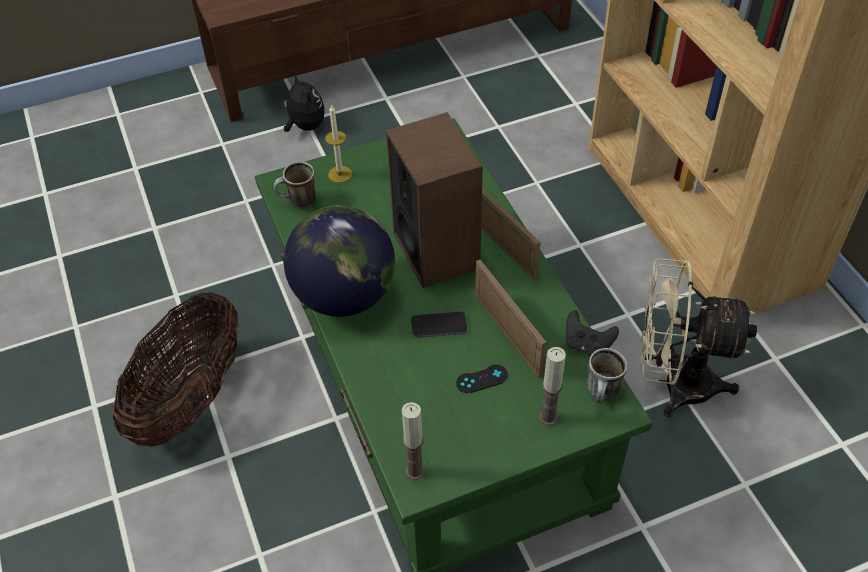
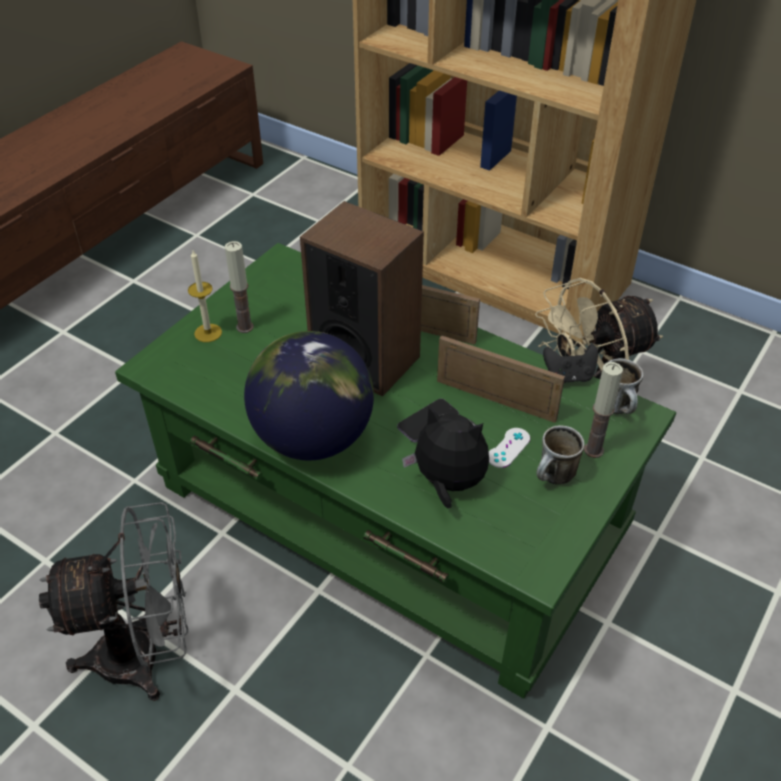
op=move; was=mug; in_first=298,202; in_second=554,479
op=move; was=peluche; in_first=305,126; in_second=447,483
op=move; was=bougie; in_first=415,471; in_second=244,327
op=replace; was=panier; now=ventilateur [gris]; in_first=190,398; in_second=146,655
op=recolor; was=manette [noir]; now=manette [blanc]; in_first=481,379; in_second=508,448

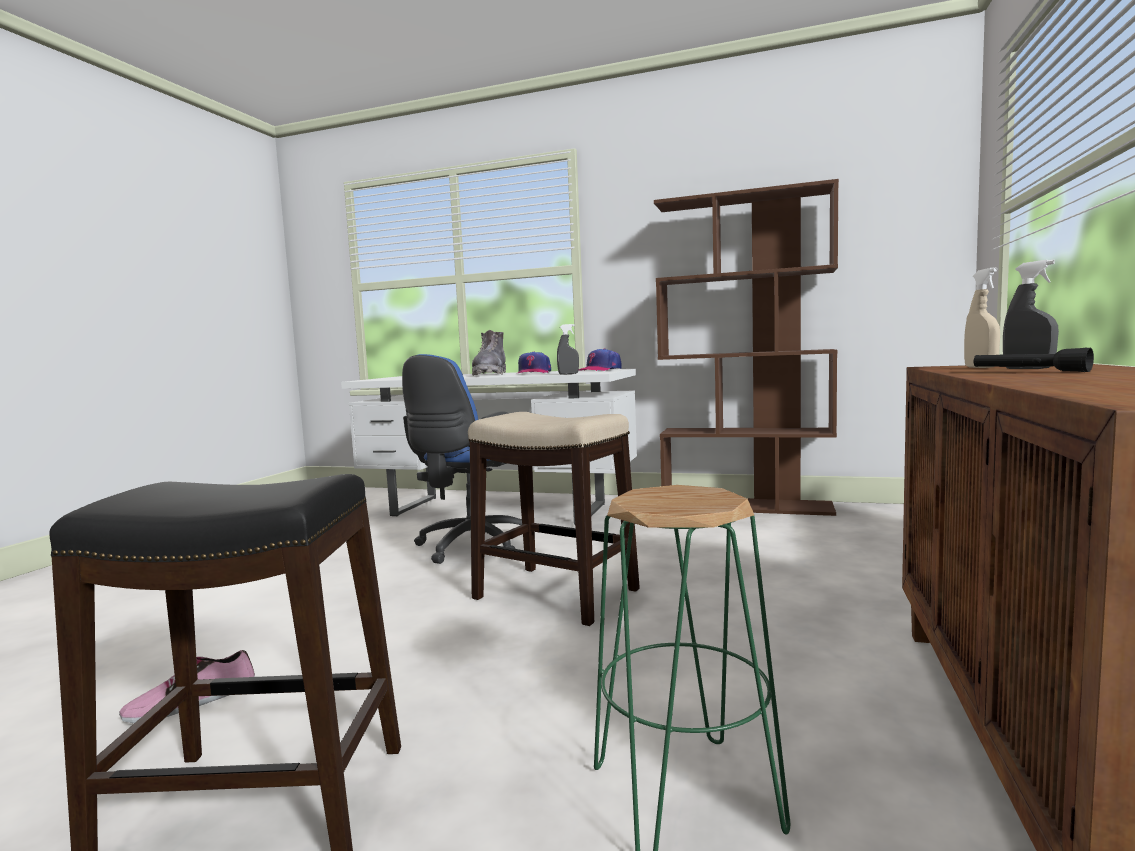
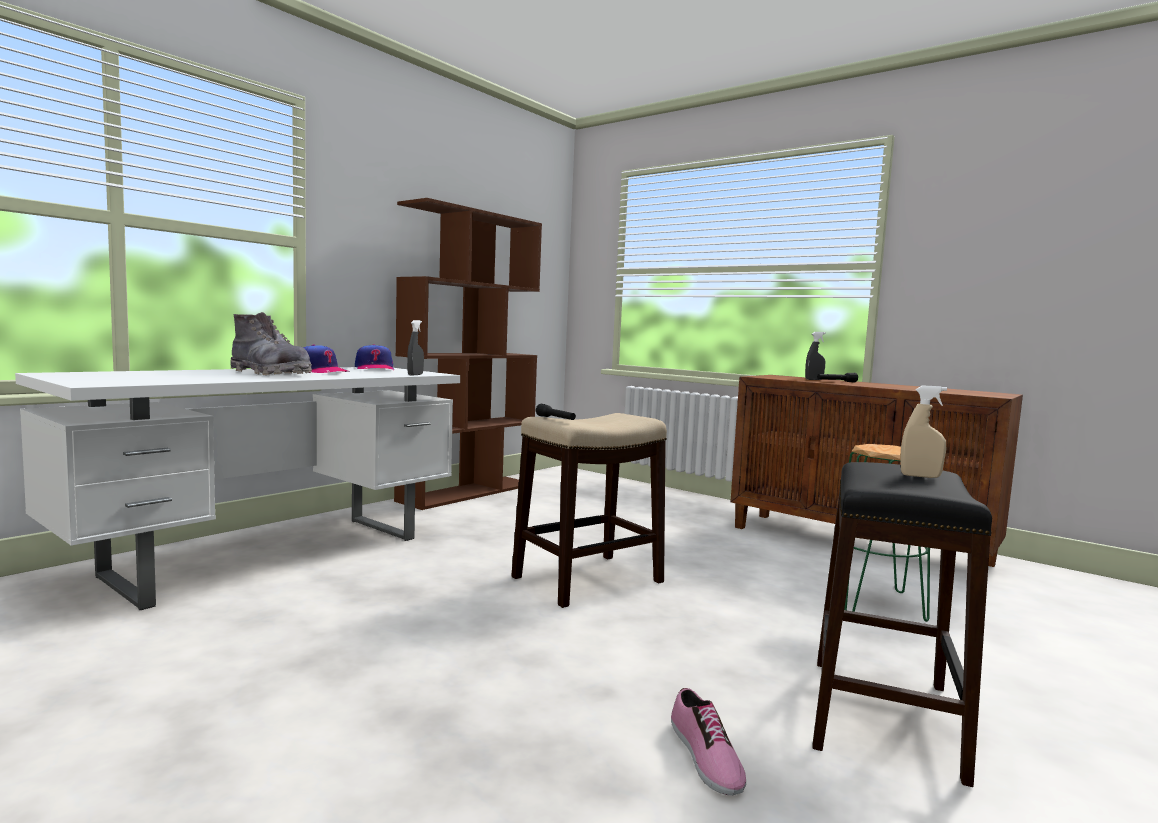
op=delete; was=chaise de bureau [bleu]; in_first=469,547
op=insert; now=lampe de poche [noir]; in_second=556,419
op=move; was=vaporisateur [beige]; in_first=980,367; in_second=920,476

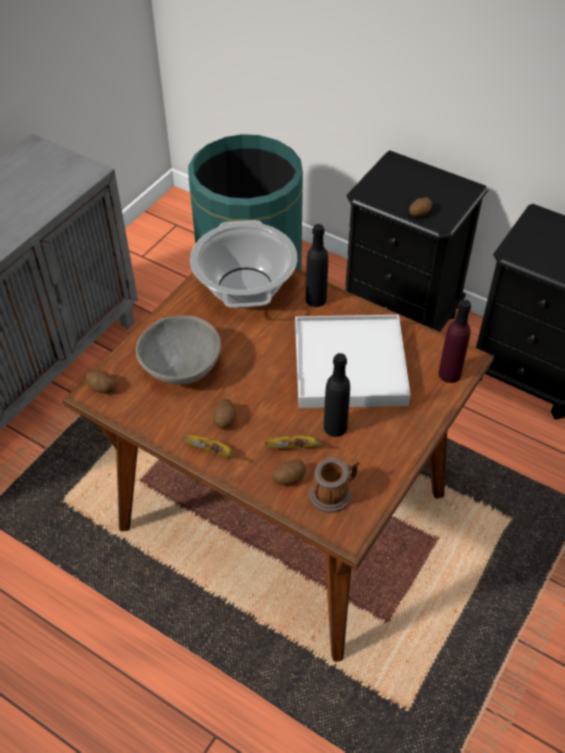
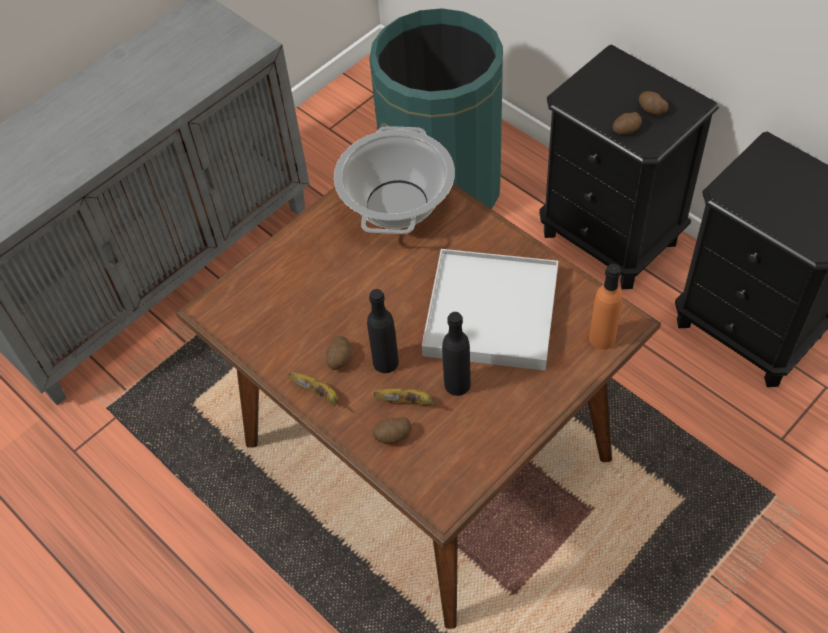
op=delete; was=bol [gris]; in_first=180,366
op=delete; was=mug; in_first=334,493
op=move; was=pomme de terre; in_first=101,388; in_second=651,110
op=move; was=bouteille [noir]; in_first=316,299; in_second=385,362
op=recolor; was=bouteille [violet]; now=bouteille [orange]; in_first=449,374; in_second=602,338

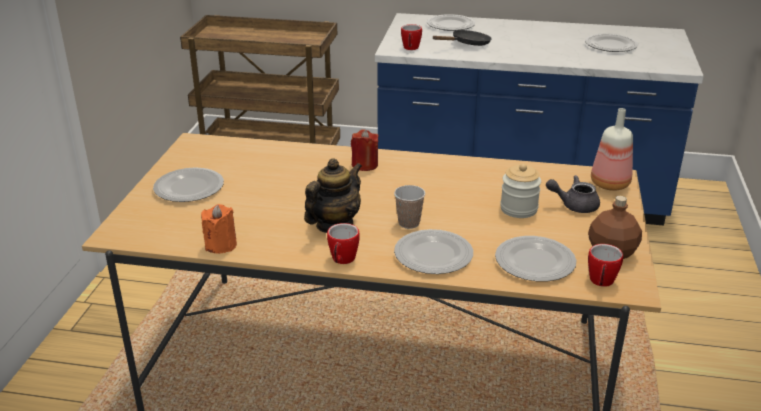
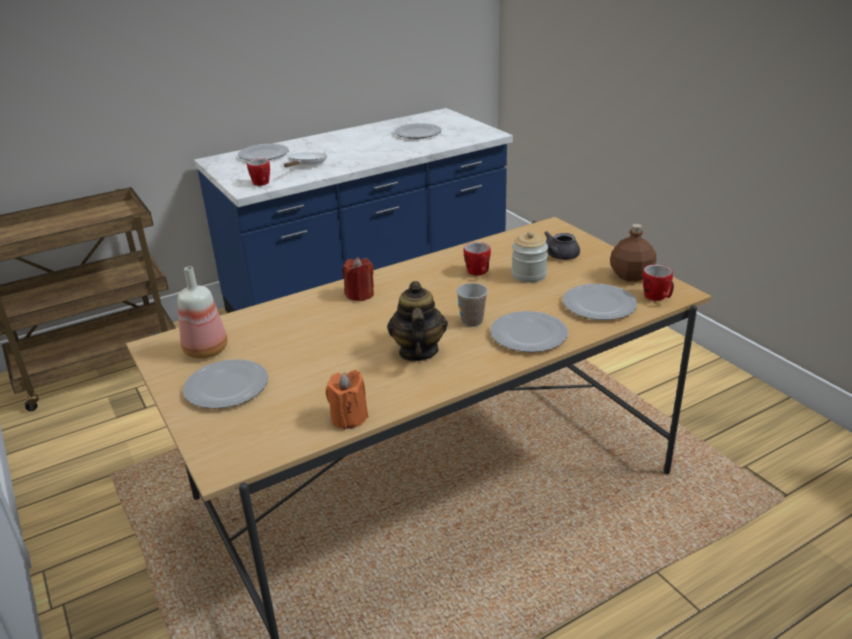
op=move; was=mug; in_first=342,261; in_second=479,273
op=move; was=bouteille; in_first=610,185; in_second=207,350
op=recolor; was=poêle [noir]; now=poêle [blanc]; in_first=467,44; in_second=306,165

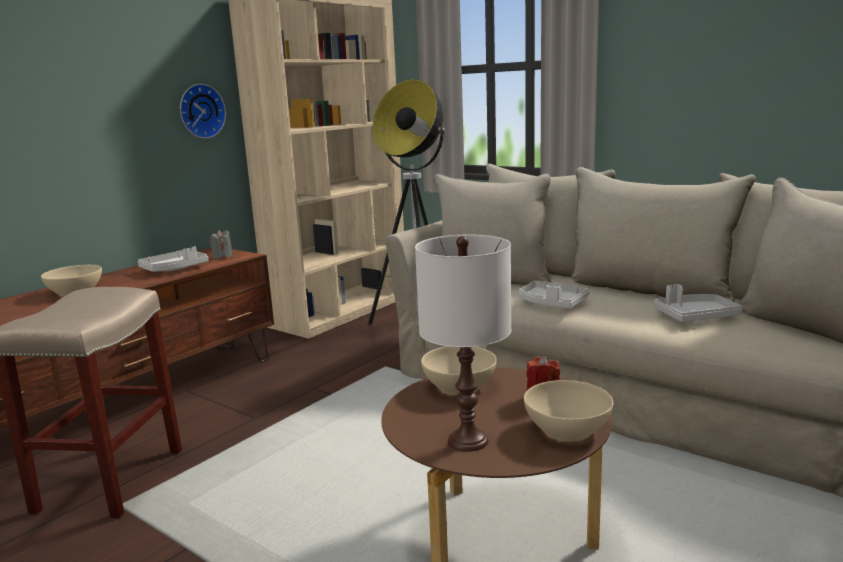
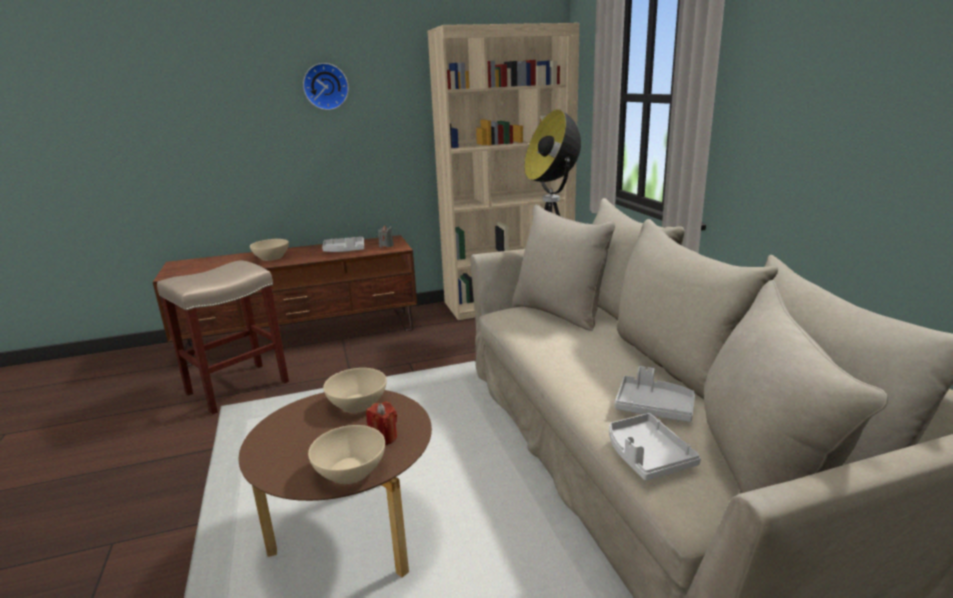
op=delete; was=lampe de table [blanc]; in_first=467,440
op=move; was=horloge murale; in_first=200,111; in_second=325,86
op=move; was=plateau [gris]; in_first=552,303; in_second=647,456

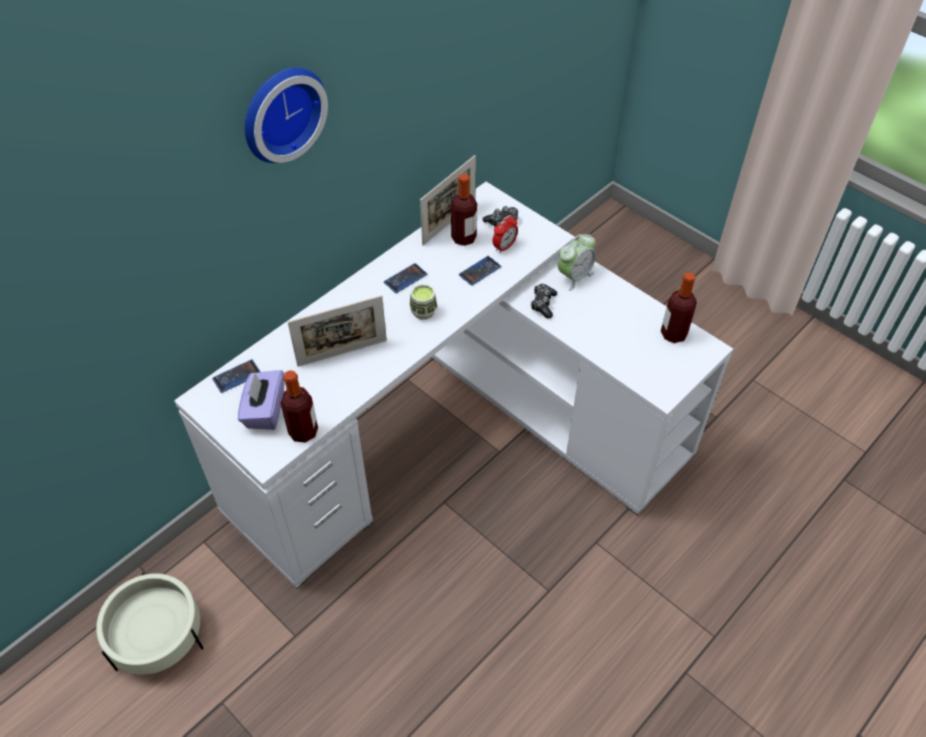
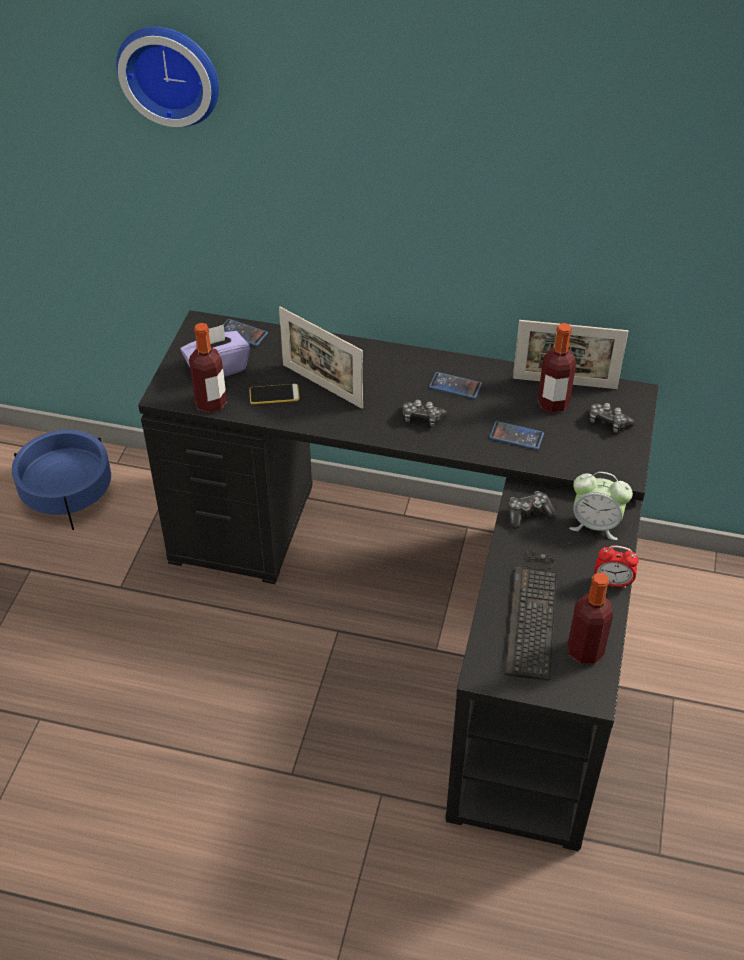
op=insert; now=téléphone; in_second=274,394
op=insert; now=clavier; in_second=535,609
op=move; was=horloge murale; in_first=280,112; in_second=171,73
op=move; was=réveil; in_first=504,247; in_second=612,582
op=replace; was=tasse; now=manette; in_first=423,311; in_second=422,418
op=recolor; was=cache-pot [beige]; now=cache-pot [bleu]; in_first=158,636; in_second=68,494
op=recolor; was=bureau [blanc]; now=bureau [noir]; in_first=459,432; in_second=434,602

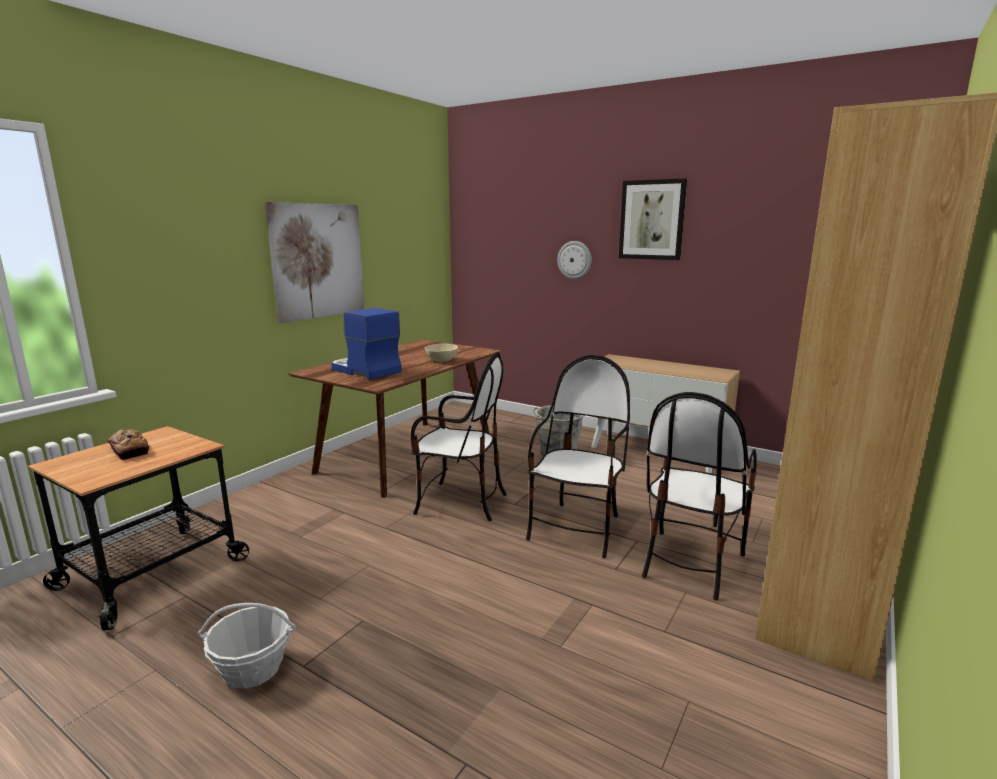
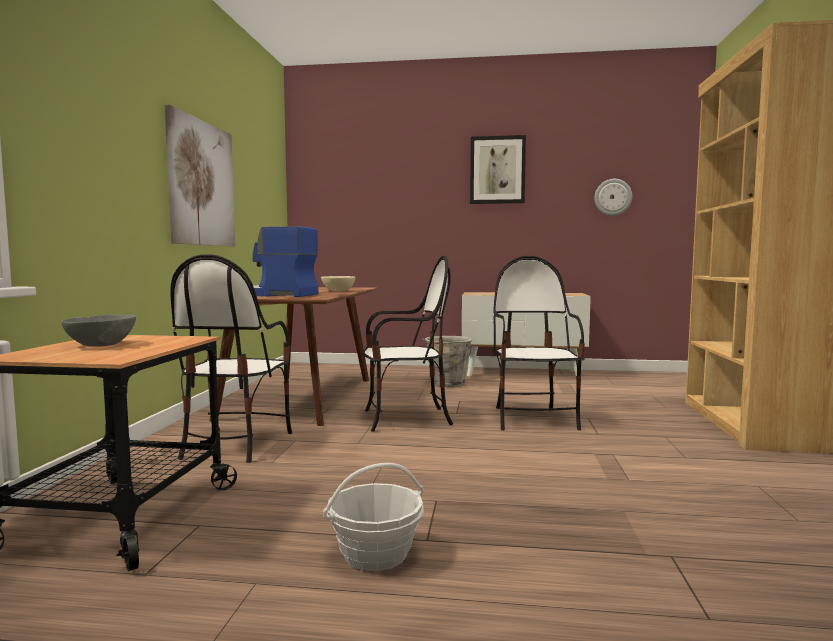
op=move; was=horloge murale; in_first=574,260; in_second=613,197
op=move; was=chaise; in_first=690,563; in_second=235,444
op=replace; was=pain; now=bol [gris]; in_first=129,450; in_second=100,345

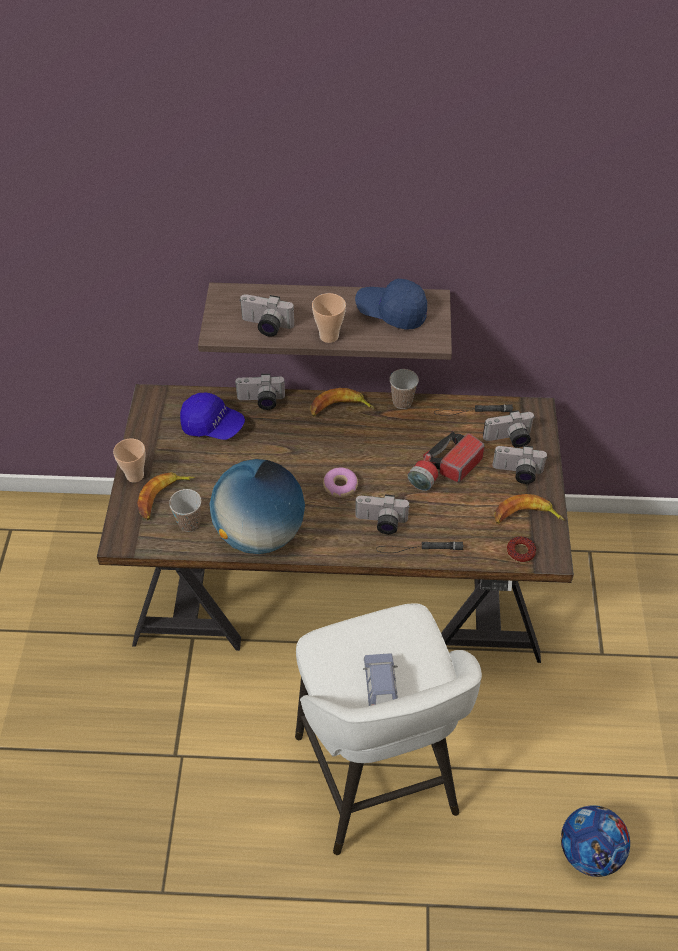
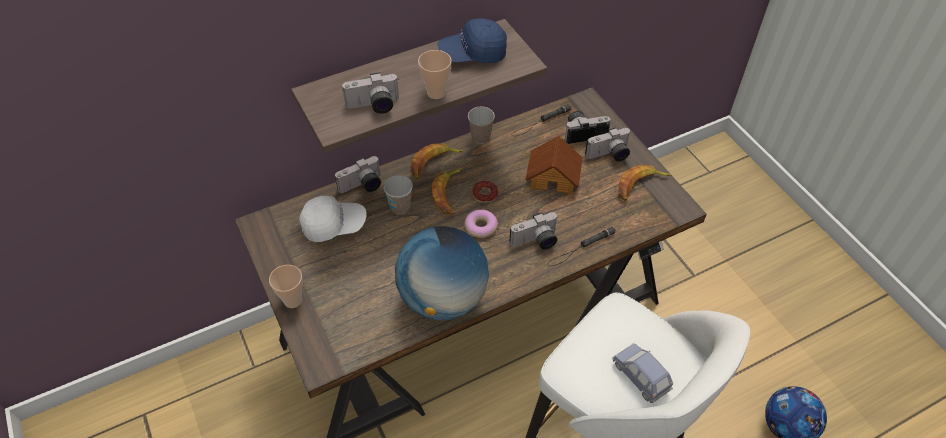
op=move; was=banane; in_first=163,498; in_second=448,194
op=move; was=tasse; in_first=189,523; in_second=400,207
op=move; was=beignet; in_first=520,552; in_second=485,194
op=replace; was=lampe de poche; now=maison miniature; in_first=444,470; in_second=553,177
op=recolor; was=casquette [bleu]; now=casquette [blanc]; in_first=212,426; in_second=334,225
op=rotate; was=appareil photo; in_first=509,439; in_second=583,132; clockwise=-150

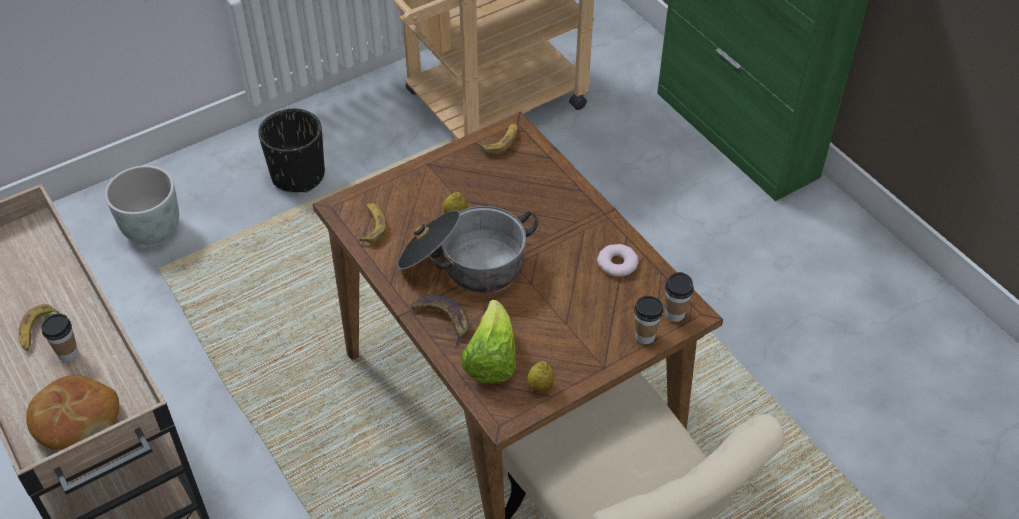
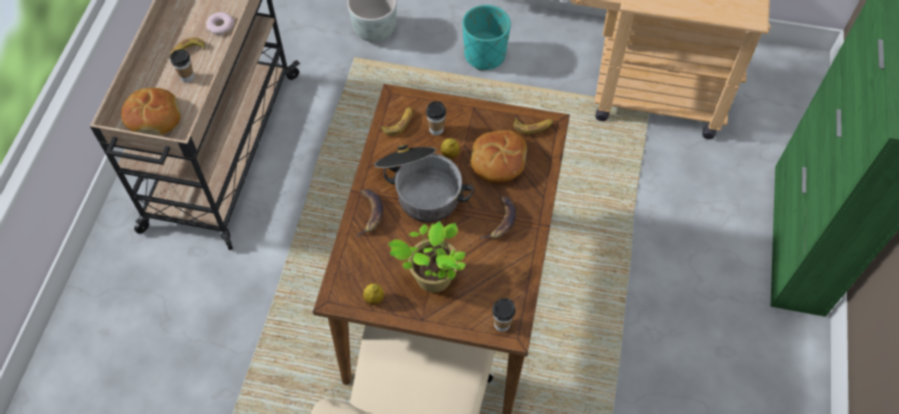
op=delete; was=laitue; in_first=491,359
op=insert; now=plante en pot; in_second=431,278
op=insert; now=pain; in_second=497,161
op=insert; now=banane; in_second=501,221
op=move; was=beignet; in_first=617,263; in_second=220,25
op=move; was=tasse; in_first=645,336; in_second=436,129
op=recolor; was=cache-pot [noir]; now=cache-pot [turquoise]; in_first=298,175; in_second=484,55

